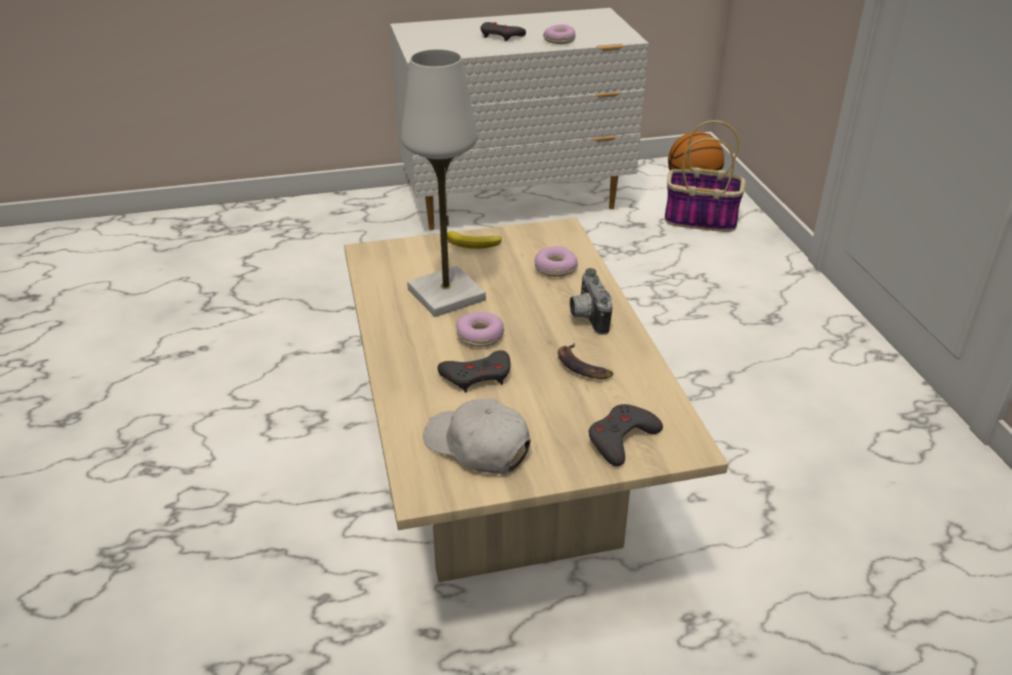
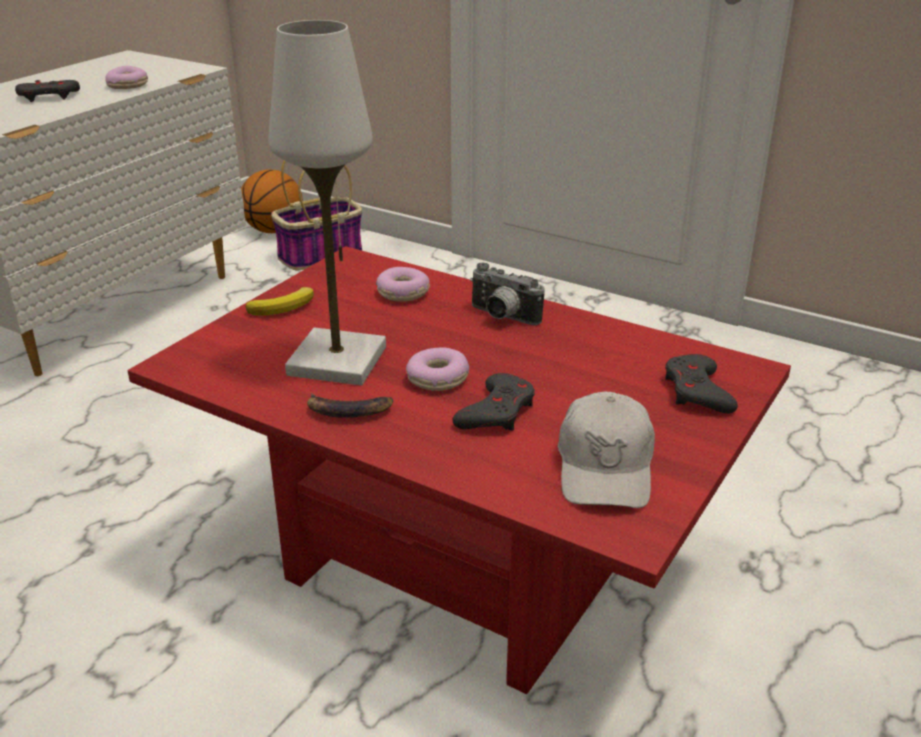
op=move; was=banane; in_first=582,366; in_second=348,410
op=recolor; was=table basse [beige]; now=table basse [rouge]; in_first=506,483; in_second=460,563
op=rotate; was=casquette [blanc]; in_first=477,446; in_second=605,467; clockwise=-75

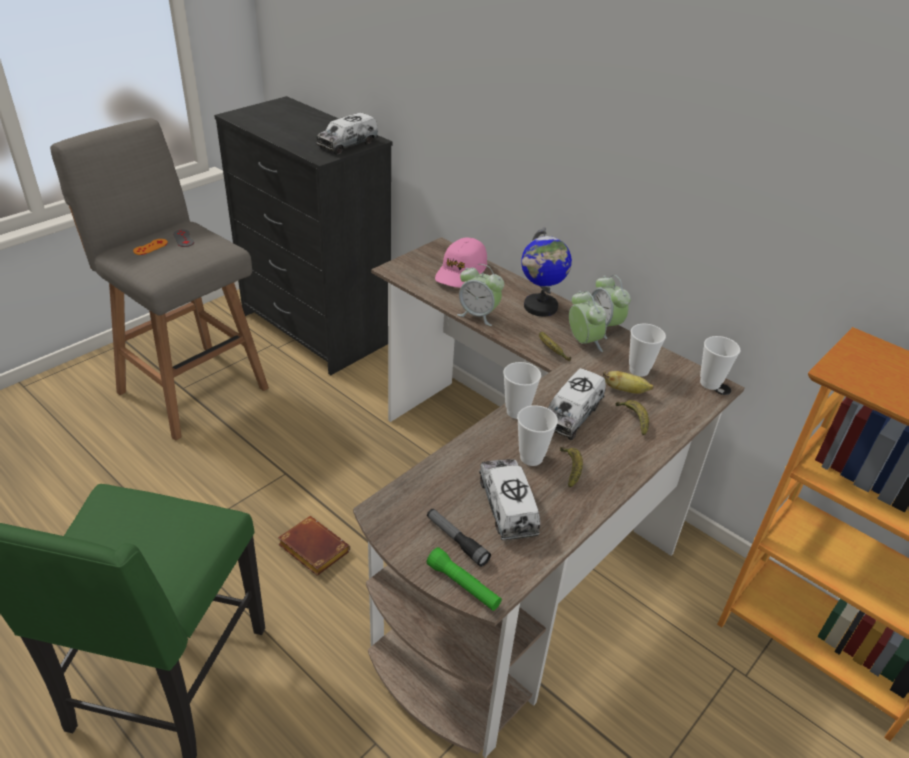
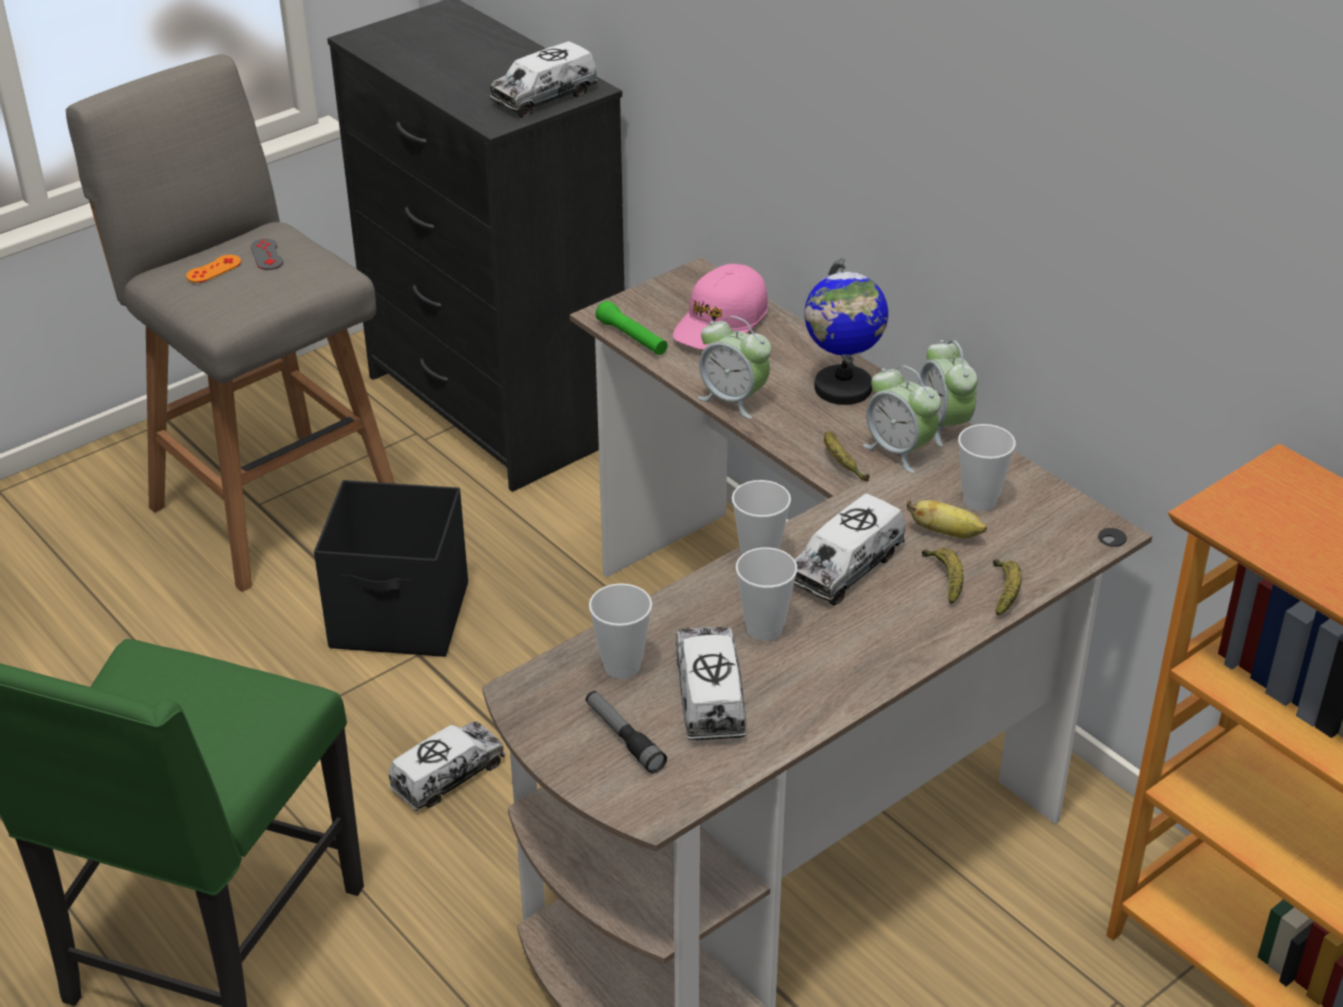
op=insert; now=boîte de rangement [noir]; in_second=401,617
op=move; was=lampe de poche [vert]; in_first=463,586; in_second=632,338
op=move; was=banane; in_first=571,469; in_second=1005,592
op=move; was=tasse; in_first=710,383; in_second=622,666
op=replace; was=livre [marron]; now=camion jouet; in_first=311,549; in_second=448,776
op=rotate; was=réveil; in_first=583,342; in_second=899,451; clockwise=150

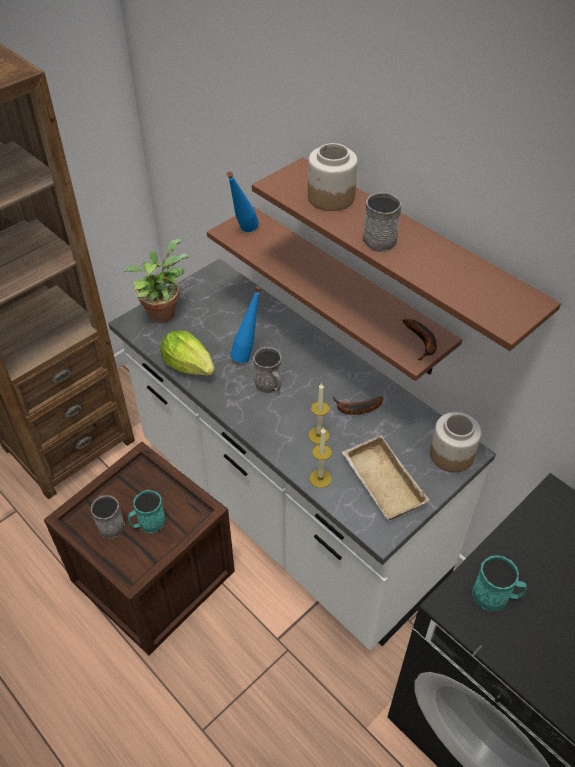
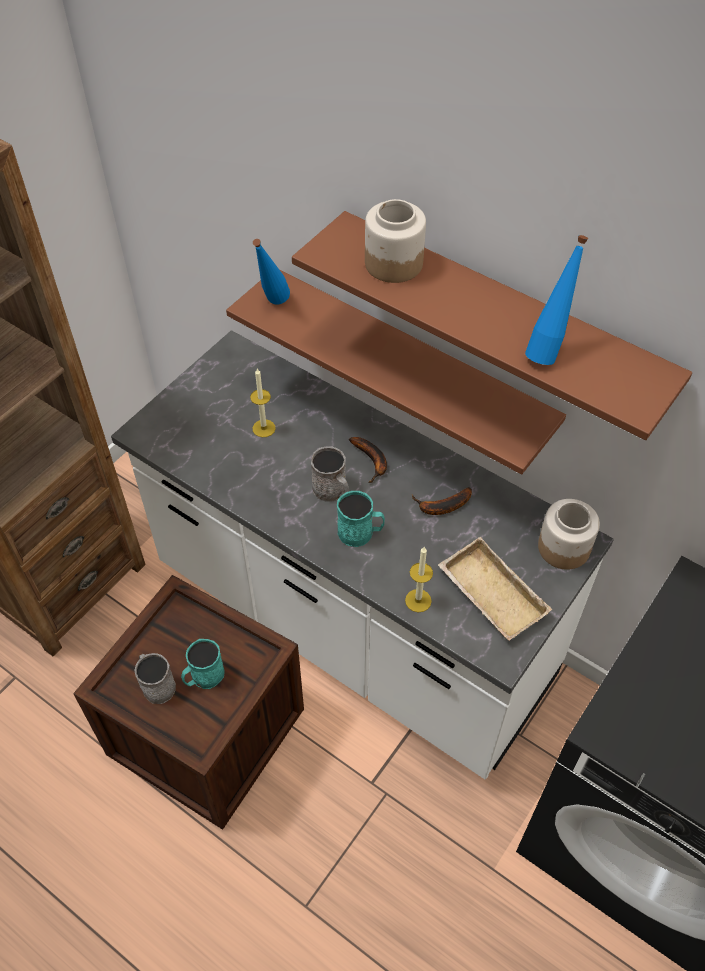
op=delete; was=plante en pot; in_first=162,311
op=delete; was=laitue; in_first=189,365
op=delete; was=mug [gris]; in_first=377,238
op=move; was=bouteille [bleu]; in_first=248,353; in_second=547,350
op=move; was=bougie; in_first=318,435; in_second=264,428
op=move; was=banane; in_first=422,342; in_second=372,461
op=move; was=mug [turquoise]; in_first=495,596; in_second=360,532

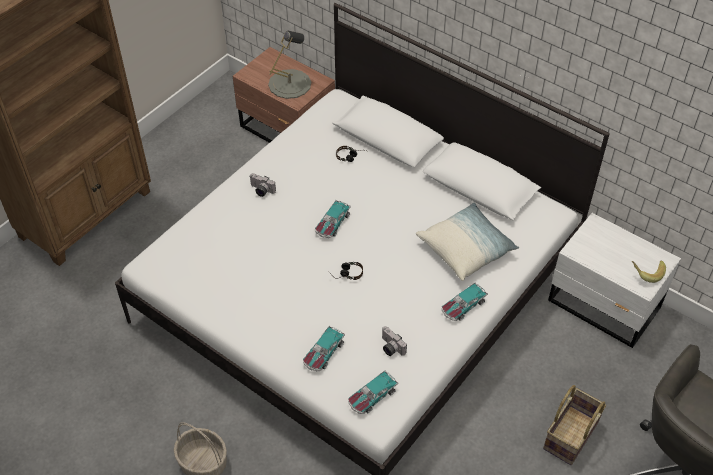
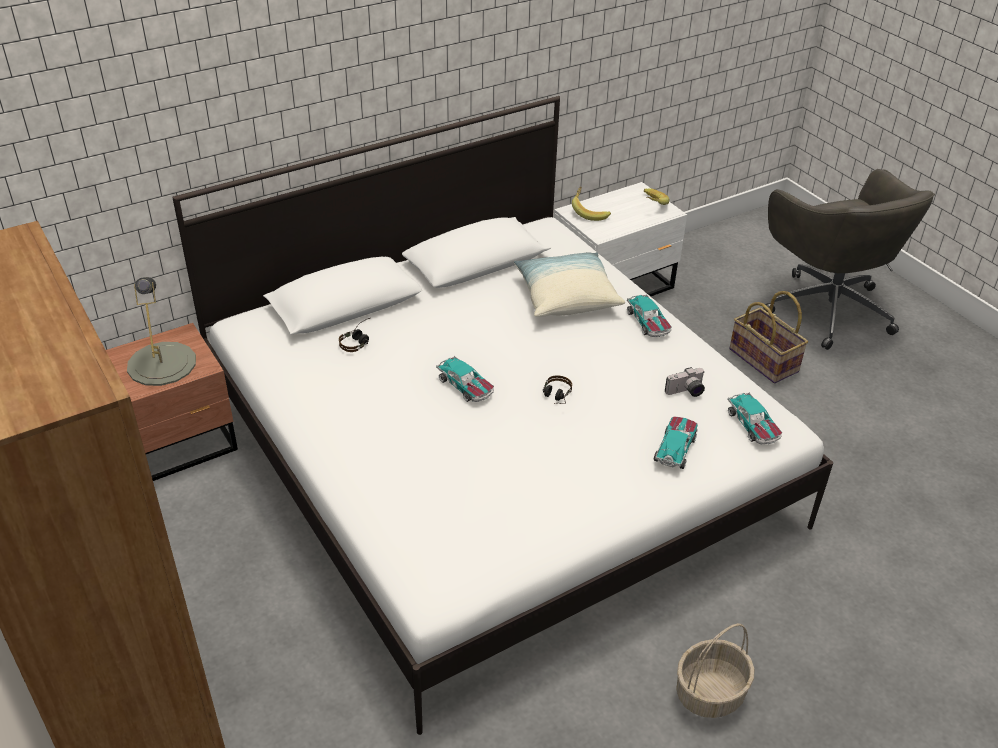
op=delete; was=appareil photo; in_first=261,190
op=insert; now=banane; in_second=589,212
op=rotate; was=petite voiture; in_first=323,353; in_second=675,449; clockwise=-120

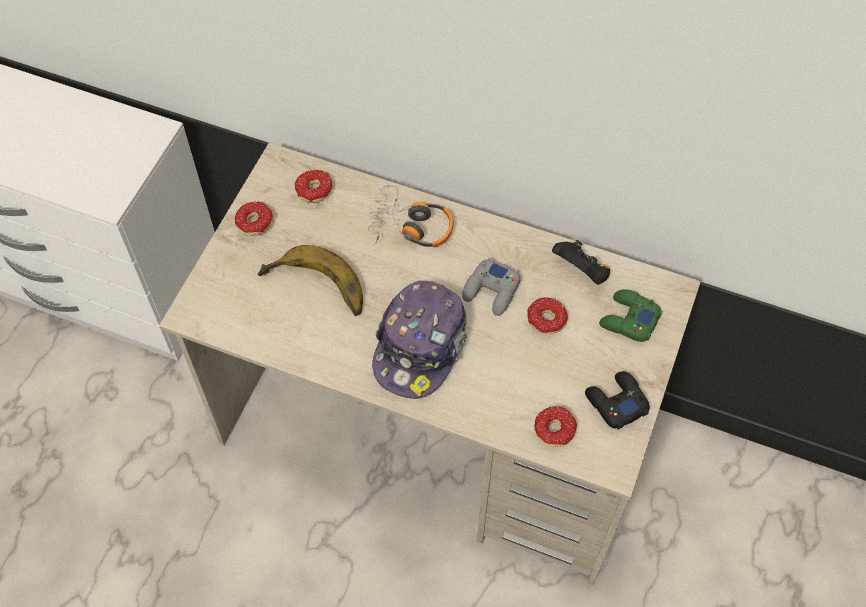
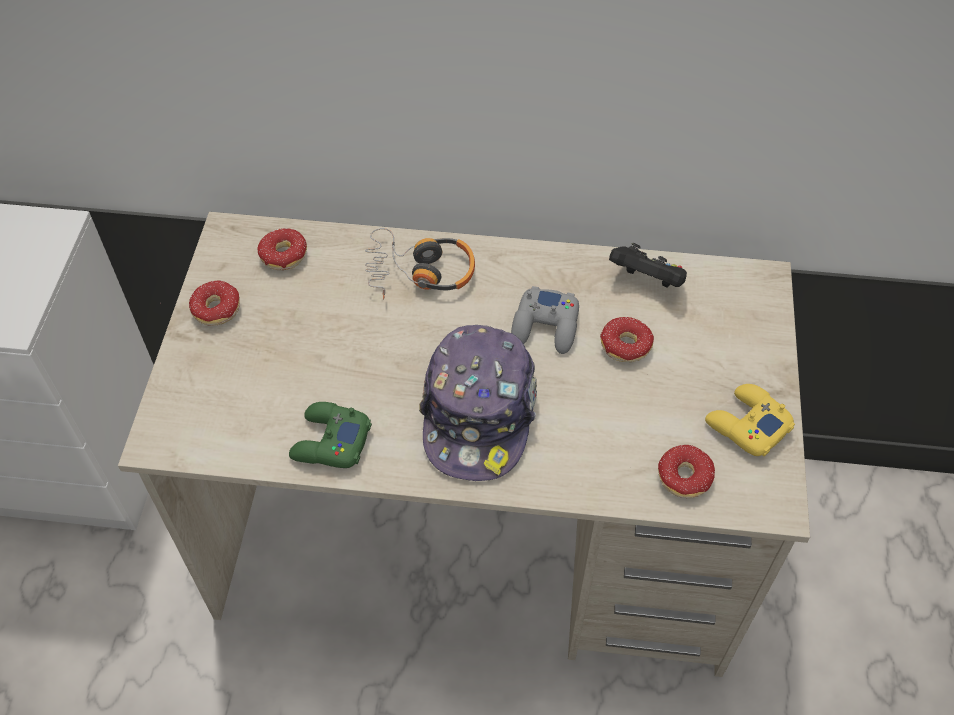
op=delete; was=banane; in_first=314,291
op=move; was=manette [vert]; in_first=628,320; in_second=330,442
op=recolor; was=manette [noir]; now=manette [jaune]; in_first=615,402; in_second=747,425

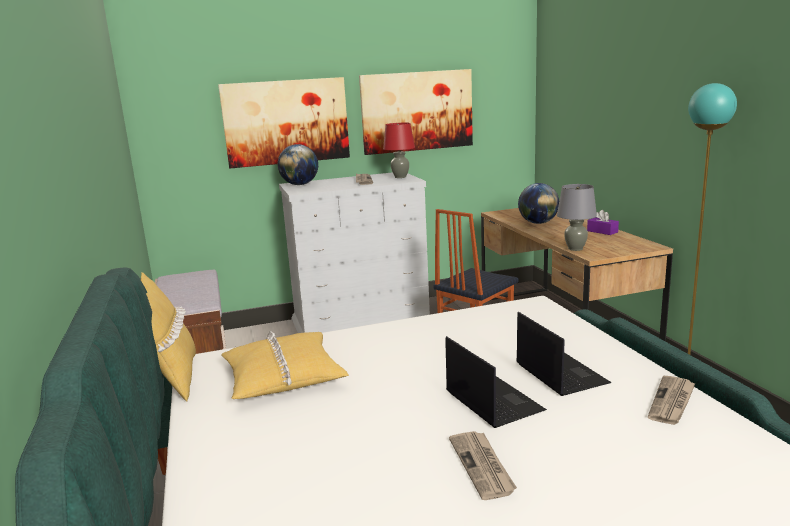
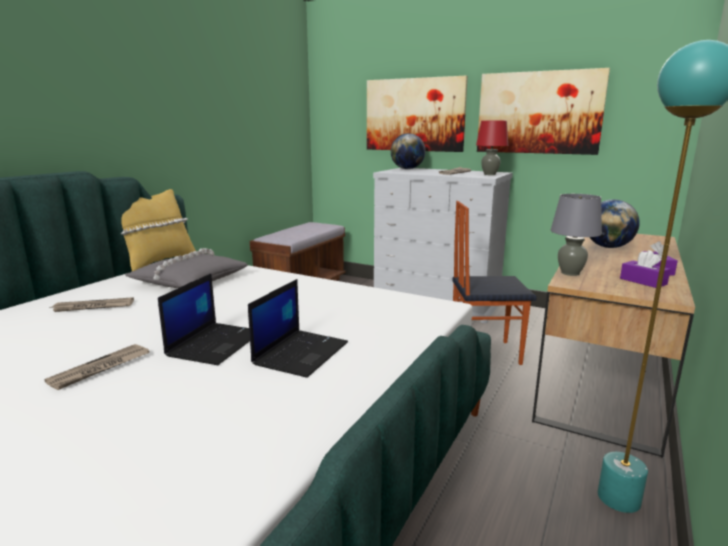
op=insert; now=boîte à mouchoirs [violet]; in_second=643,281
op=move; was=journal; in_first=672,402; in_second=93,307
op=recolor; was=coussin [jaune]; now=coussin [gris]; in_first=283,376; in_second=189,281

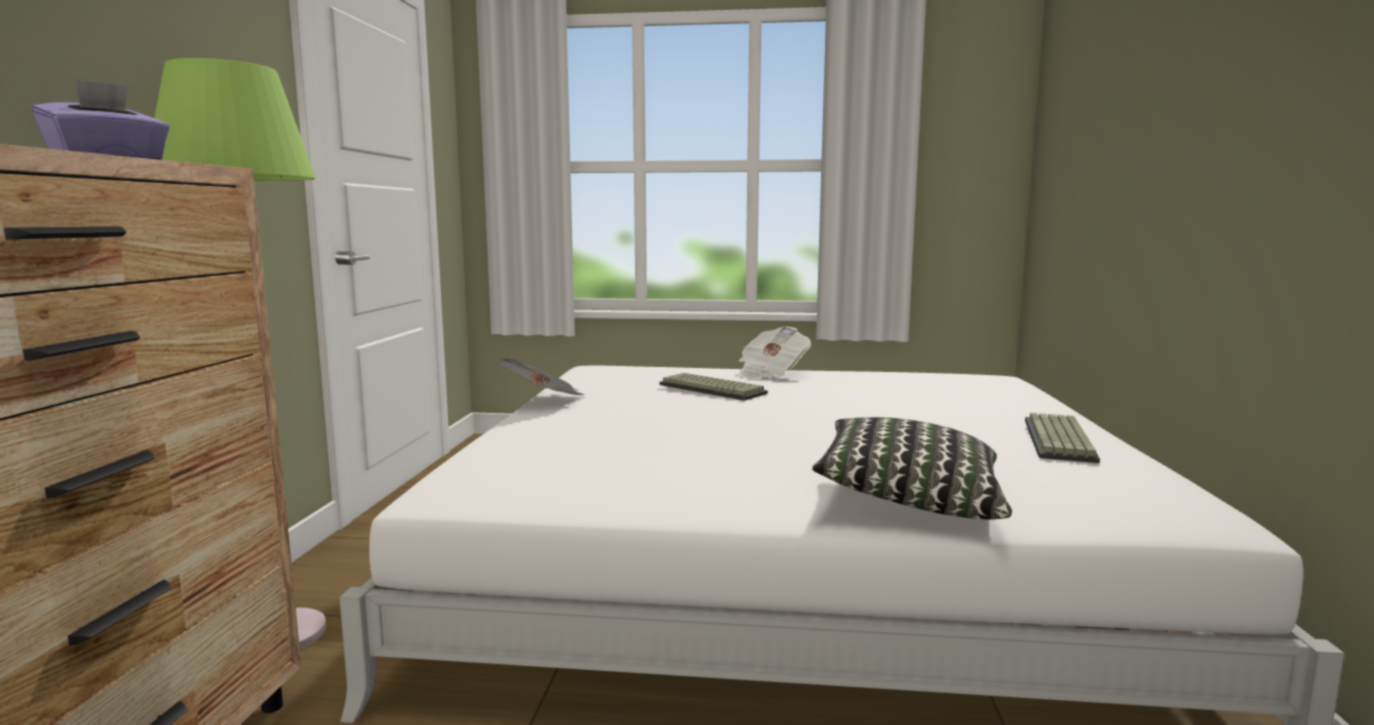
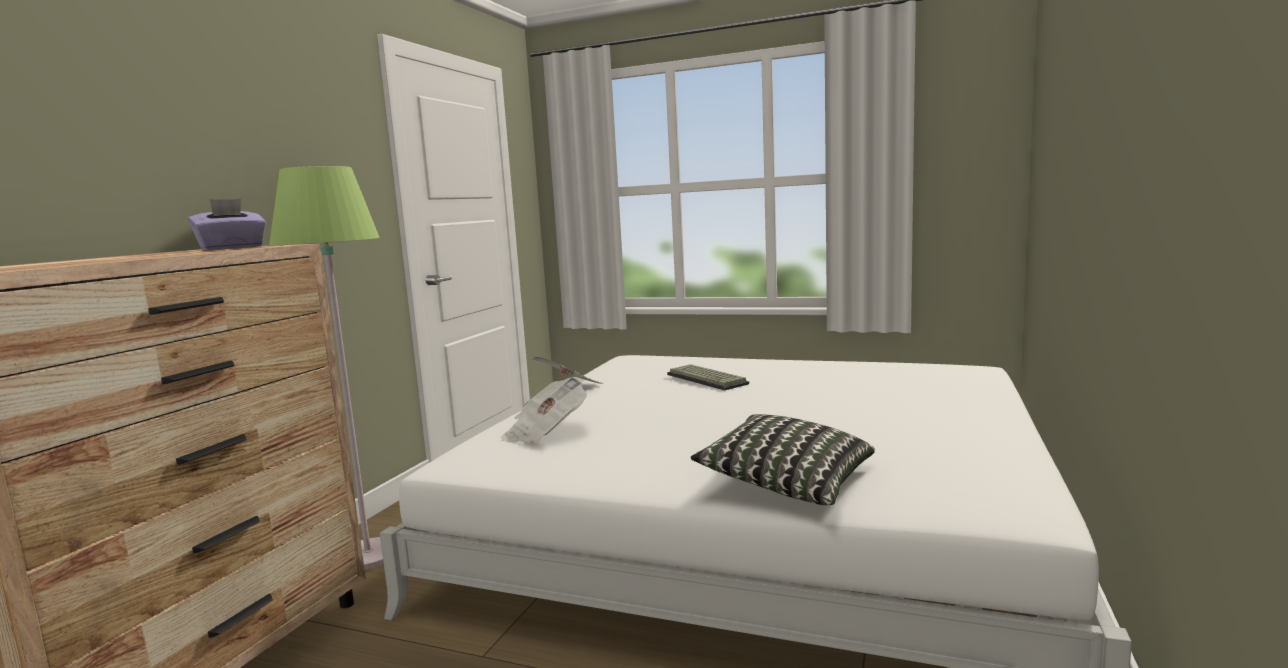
op=delete; was=clavier; in_first=1061,440
op=move; was=journal; in_first=770,373; in_second=545,433

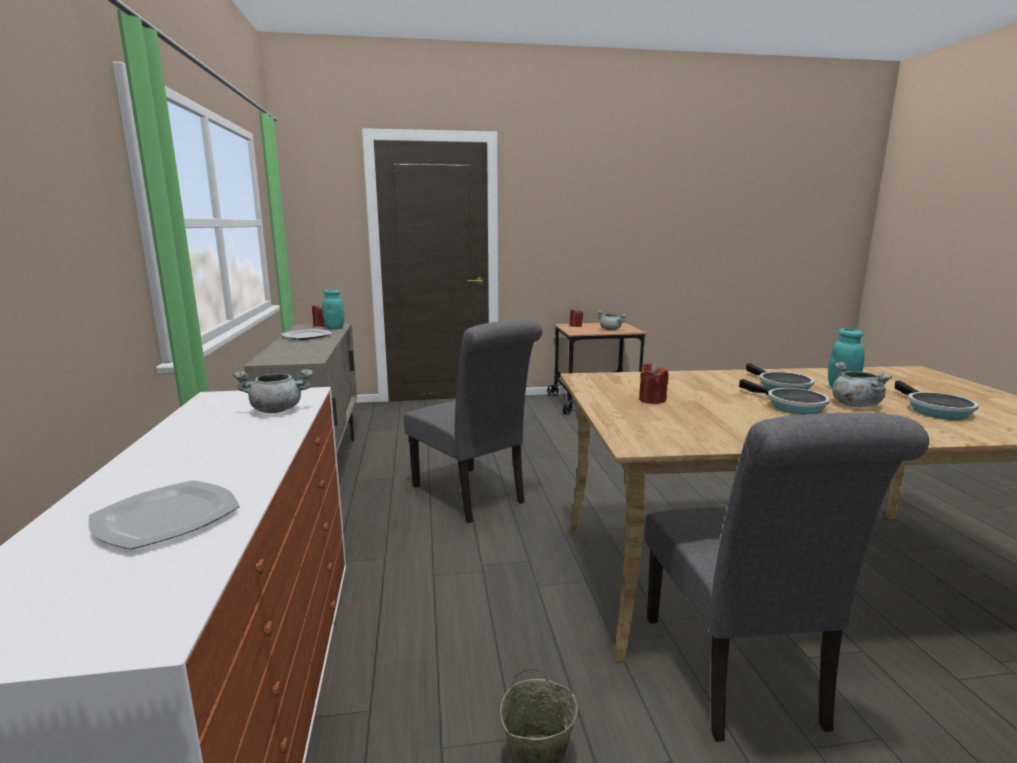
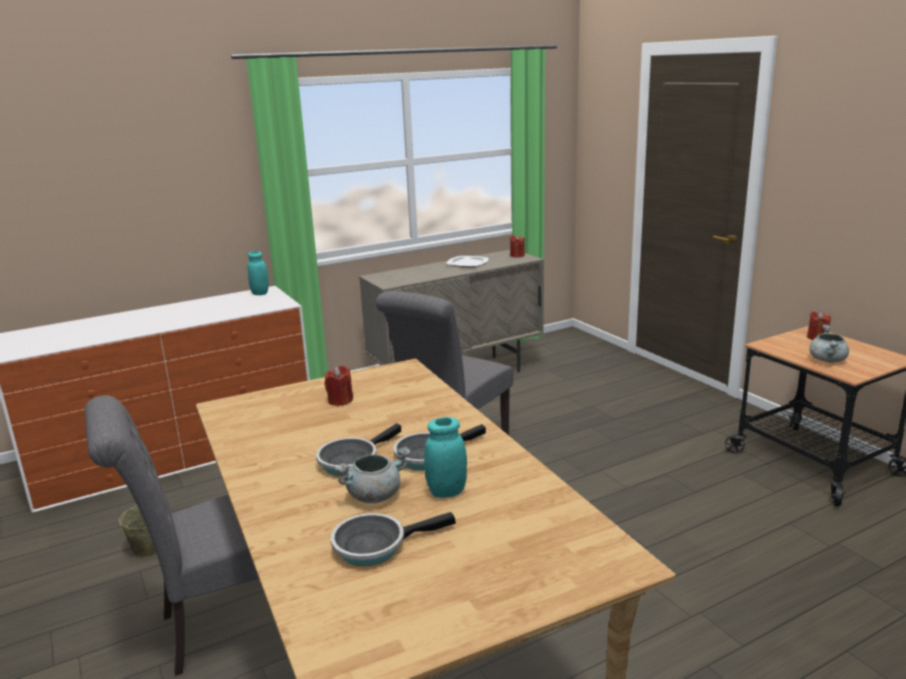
op=delete; was=assiette; in_first=168,517
op=delete; was=marmite [gris]; in_first=277,410
op=move; was=bocal [turquoise]; in_first=334,328; in_second=260,293

